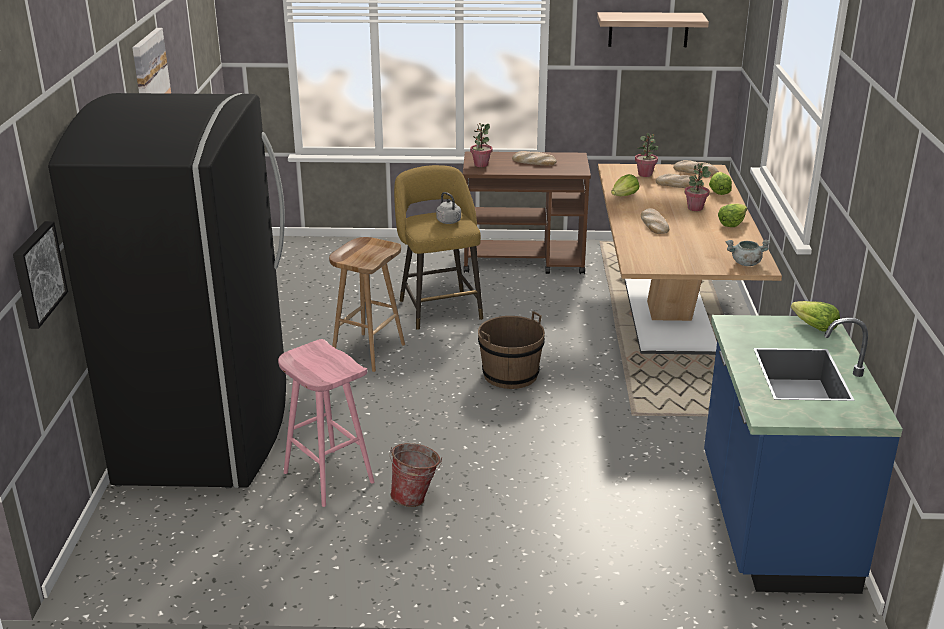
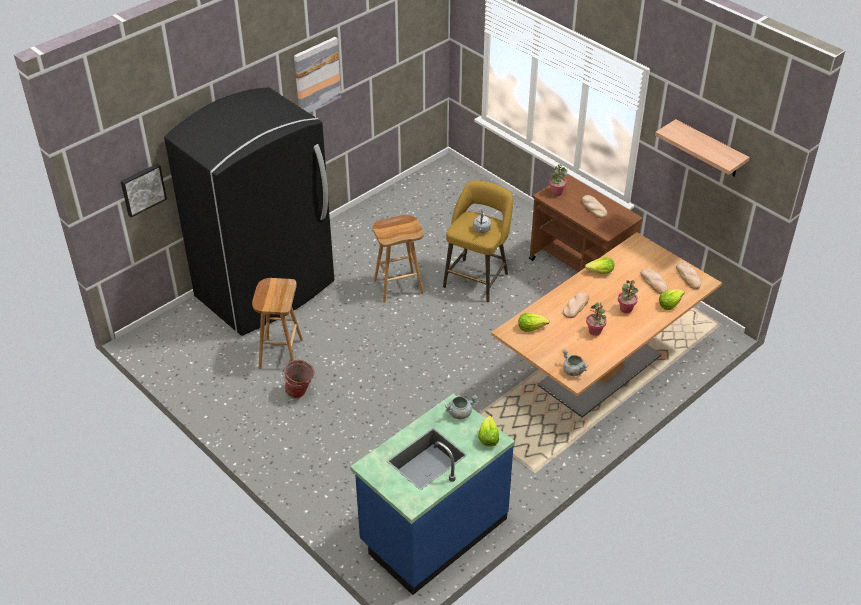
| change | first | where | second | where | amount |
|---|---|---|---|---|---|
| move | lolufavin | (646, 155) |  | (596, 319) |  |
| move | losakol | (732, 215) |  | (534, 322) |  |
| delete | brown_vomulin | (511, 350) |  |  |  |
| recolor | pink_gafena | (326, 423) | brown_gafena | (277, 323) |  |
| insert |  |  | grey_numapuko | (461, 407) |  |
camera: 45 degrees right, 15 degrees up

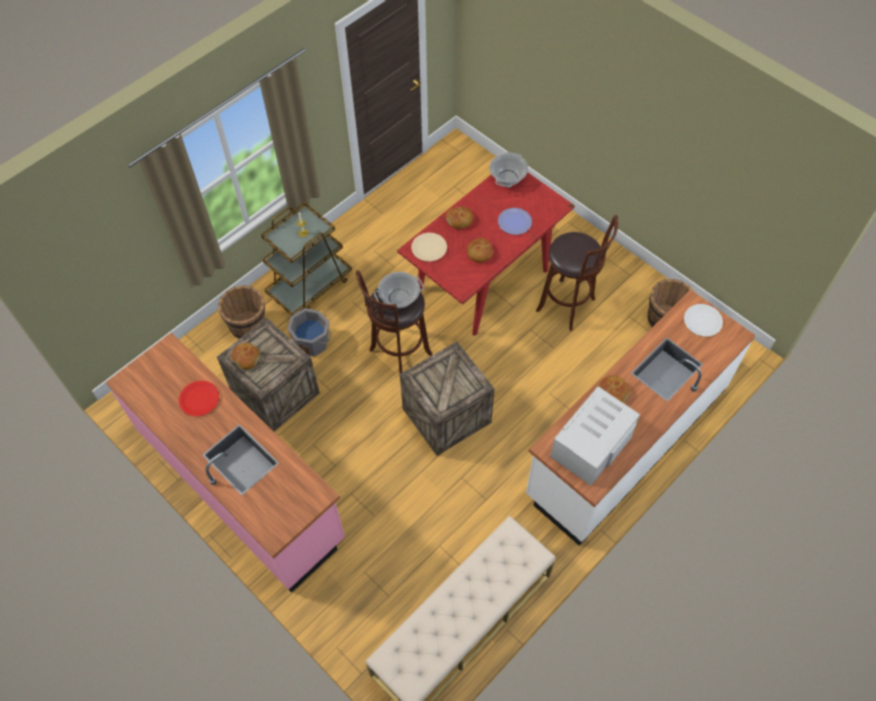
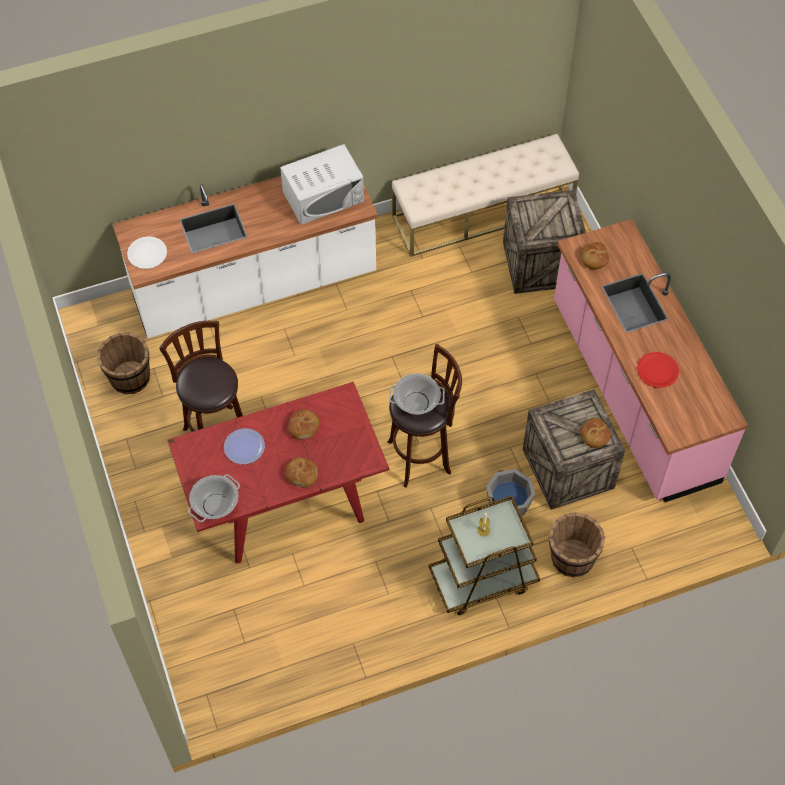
| change | first | where | second | where | amount |
|---|---|---|---|---|---|
| delete | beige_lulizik | (429, 247) |  |  |  |
| move | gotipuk | (447, 398) |  | (544, 242) |  |
| move | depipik | (614, 389) |  | (594, 255) |  |
camera: 155 degrees left, 0 degrees up

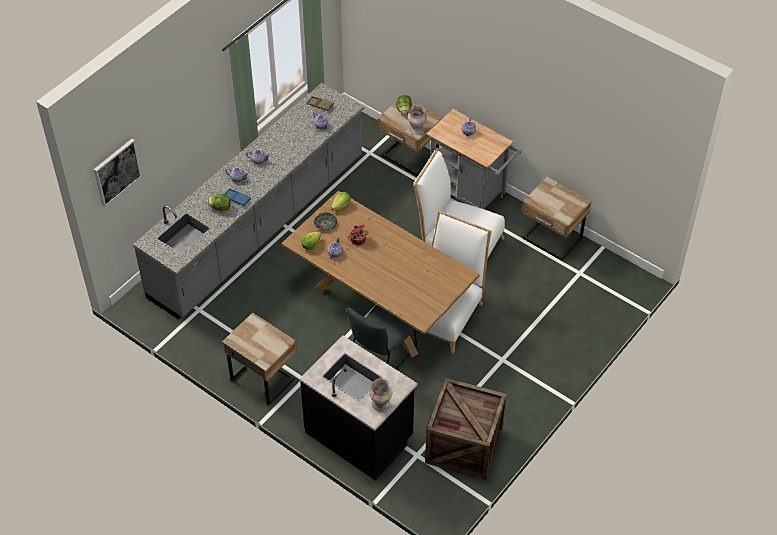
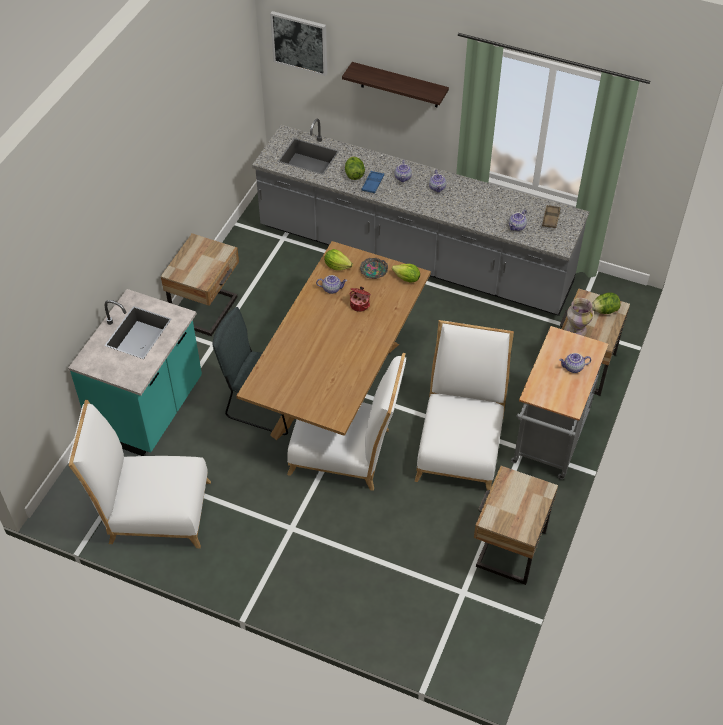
| change | first | where | second | where | amount |
|---|---|---|---|---|---|
| recolor | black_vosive | (358, 408) | turquoise_vosive | (135, 372) |  |
| delete | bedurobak | (380, 395) |  |  |  |
| replace | gotipuk | (466, 429) | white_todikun | (139, 474) |  |
| insert |  |  | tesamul | (395, 84) |  |
camera: 75 degrees right, 0 degrees up

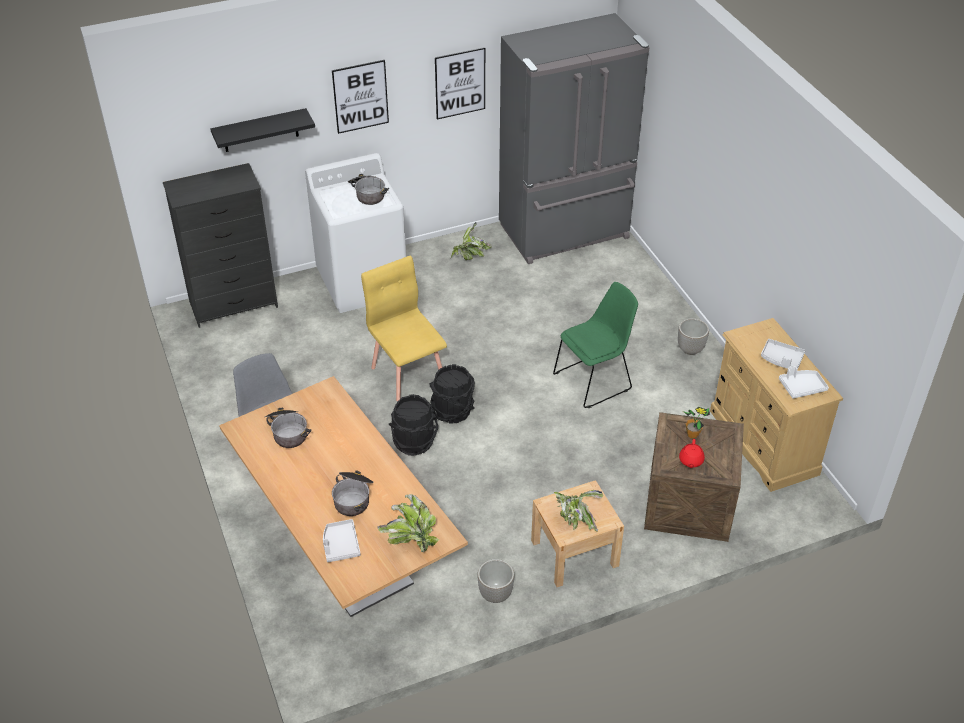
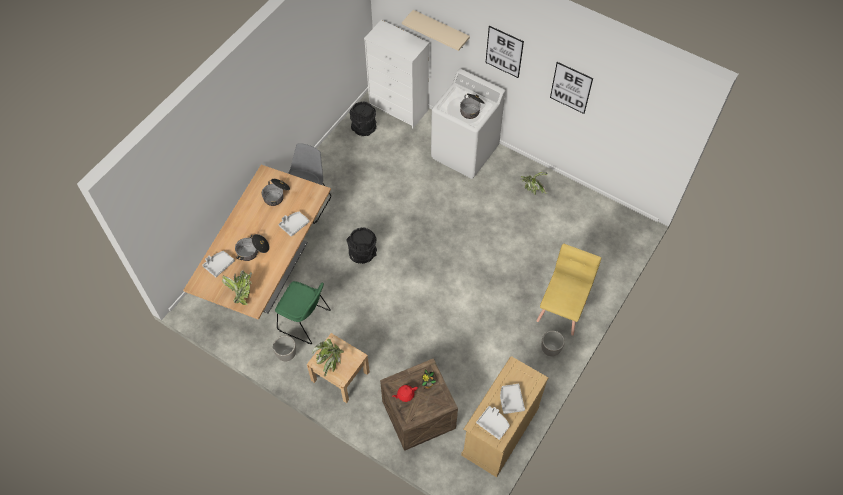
| change | first | where | second | where | amount |
|---|---|---|---|---|---|
| delete | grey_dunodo | (574, 138) |  |  |  |
| recolor | black_tesamul | (262, 130) | beige_tesamul | (436, 30) |  |
| recolor | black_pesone | (220, 245) | white_pesone | (396, 74) |  |
| move | yellow_todikun | (404, 329) |  | (568, 290) |  |
| move | green_todikun | (595, 345) |  | (303, 312) |  |
| move | black_vomulin | (452, 393) |  | (363, 118) |  |
| insert |  |  | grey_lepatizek | (294, 224) |  |
camera: 55 degrees right, 15 degrees up

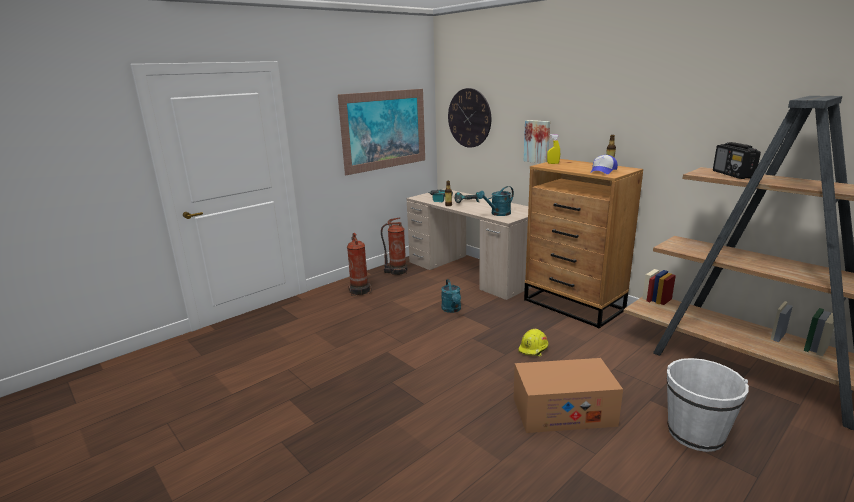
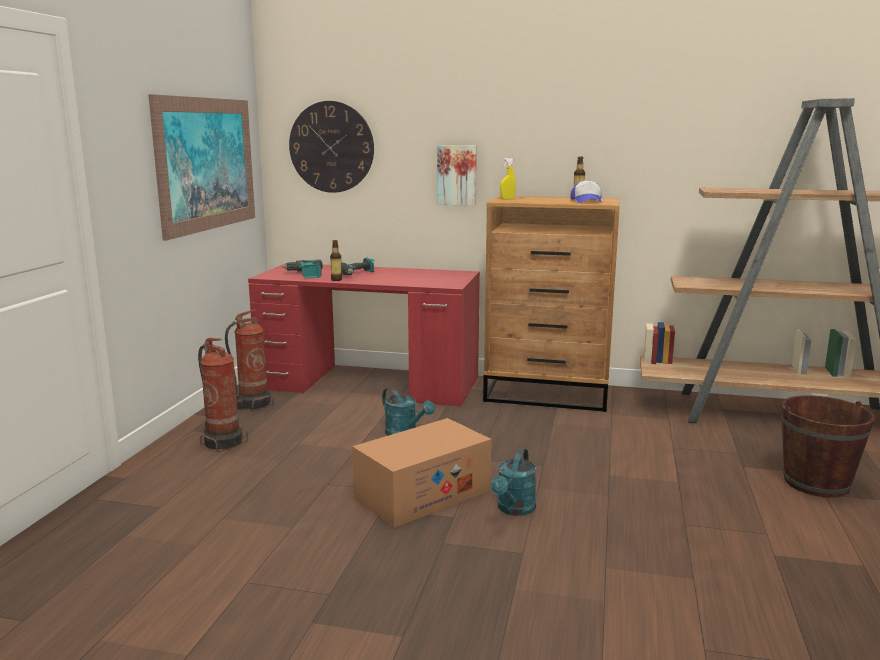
| change | first | where | second | where | amount |
|---|---|---|---|---|---|
| delete | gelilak | (737, 160) |  |  |  |
| move | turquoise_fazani | (496, 201) |  | (513, 482) |  |
| recolor | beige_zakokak | (469, 244) | red_zakokak | (364, 334) |  |
| delete | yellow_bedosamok | (533, 342) |  |  |  |
| move | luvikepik | (568, 395) |  | (422, 473) |  |
| recolor | white_vomulin | (708, 405) | brown_vomulin | (828, 446) |  |
camera: 35 degrees left, 5 degrees down

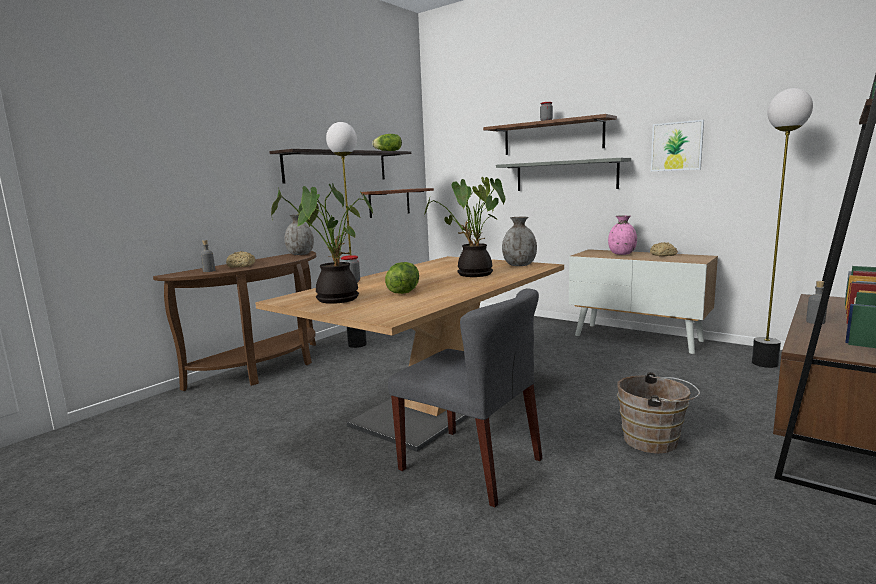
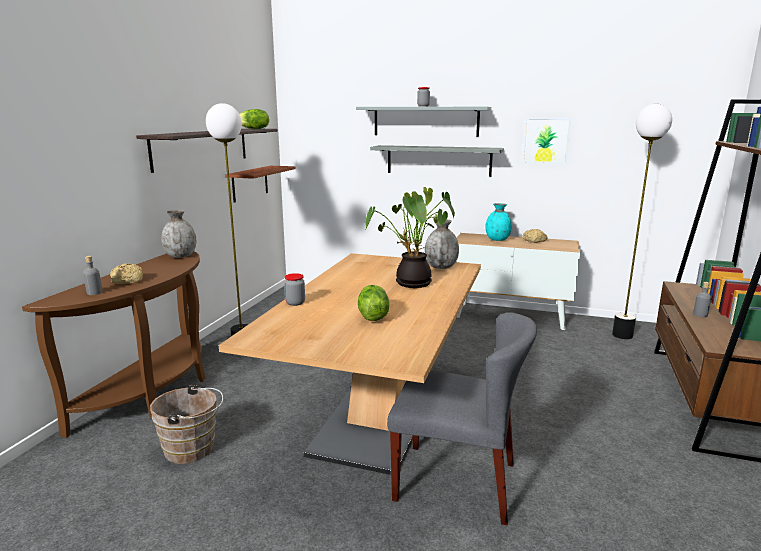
| change | first | where | second | where | amount |
|---|---|---|---|---|---|
| recolor | brown_tesamul | (550, 134) | grey_tesamul | (423, 122) |  |
| delete | lolufavin | (322, 243) |  |  |  |
| recolor | pink_bedurobak | (622, 235) | turquoise_bedurobak | (498, 222) |  |
| move | brown_vomulin | (658, 412) |  | (186, 424) |  |
camera: 20 degrees left, 5 degrees up

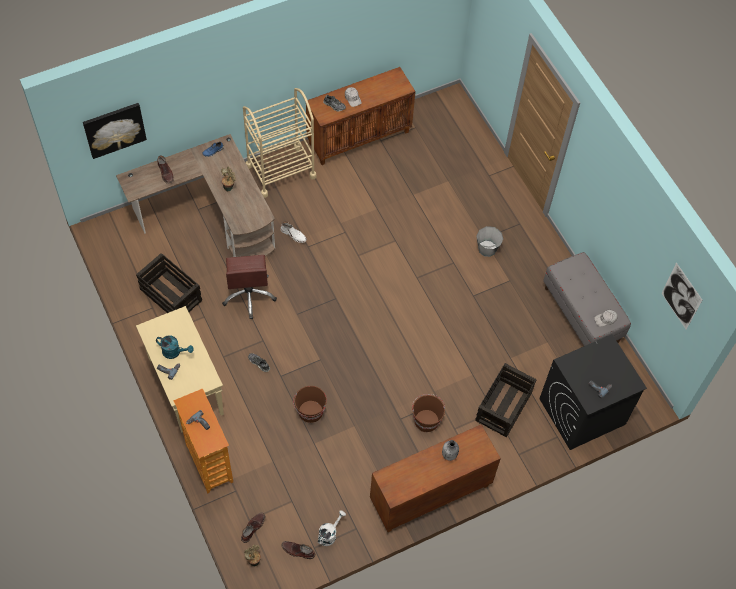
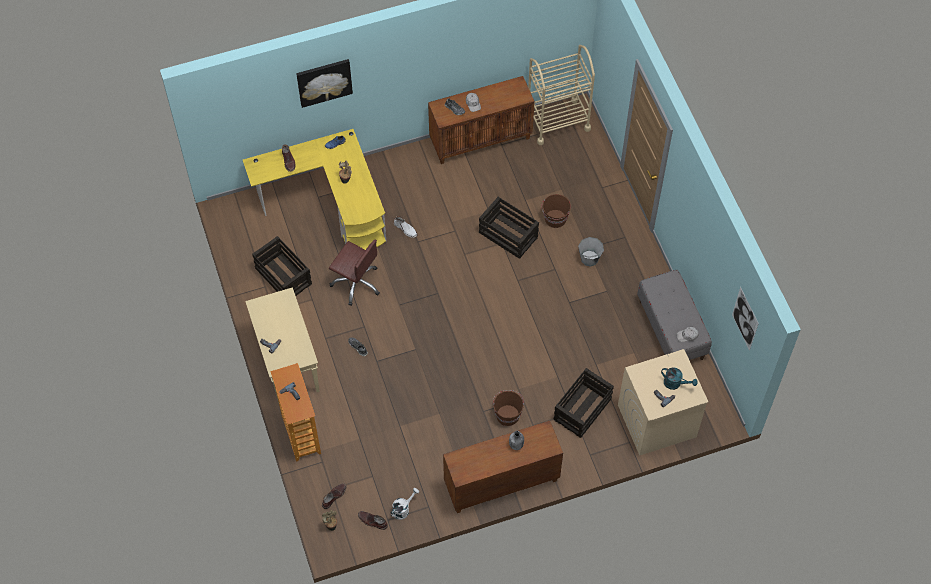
| change | first | where | second | where | amount |
|---|---|---|---|---|---|
| move | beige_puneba | (280, 143) |  | (561, 95) |  |
| move | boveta | (115, 131) |  | (324, 83) |  |
| recolor | brown_zakokak | (195, 195) | yellow_zakokak | (314, 189) |  |
| rotate | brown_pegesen | (249, 287) |  | (354, 273) | 60 degrees counterclockwise |
| recolor | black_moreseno | (593, 392) | beige_moreseno | (663, 402) |  |
| move | turquoise_fazani | (175, 347) |  | (679, 378) |  |
| move | brown_vomulin | (310, 404) |  | (556, 211) |  |
| insert |  |  | gotipuk | (509, 228) |  |
camera: 10 degrees right, 0 degrees up

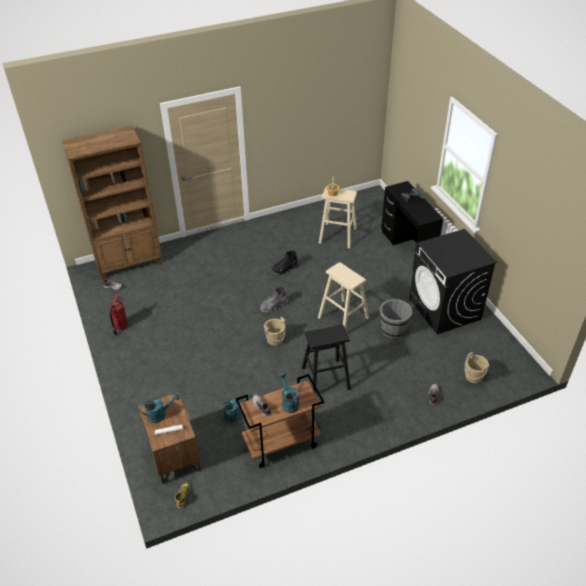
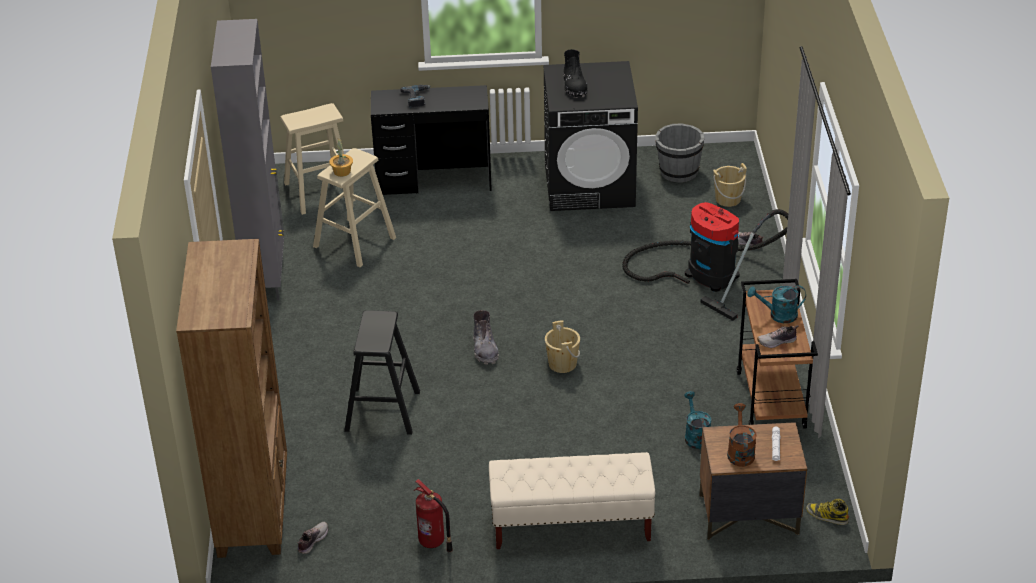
| change | first | where | second | where | amount |
|---|---|---|---|---|---|
| move | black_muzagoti | (285, 263) |  | (575, 73) |  |
| move | beige_gafena | (343, 295) |  | (318, 159) |  |
| move | grey_vomulin | (395, 319) |  | (679, 153) |  |
| move | black_gafena | (326, 359) |  | (382, 372) |  |
| recolor | turquoise_fazani | (159, 408) | brown_fazani | (742, 435) |  |
| insert |  |  | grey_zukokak | (247, 160) |  |
| insert |  |  | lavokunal | (705, 261) |  |
| insert |  |  | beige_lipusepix | (572, 500) |  |
camera: 70 degrees left, 5 degrees down

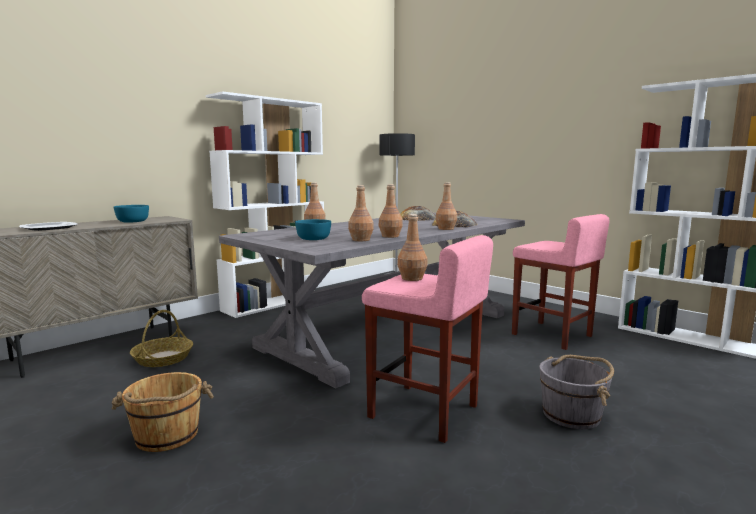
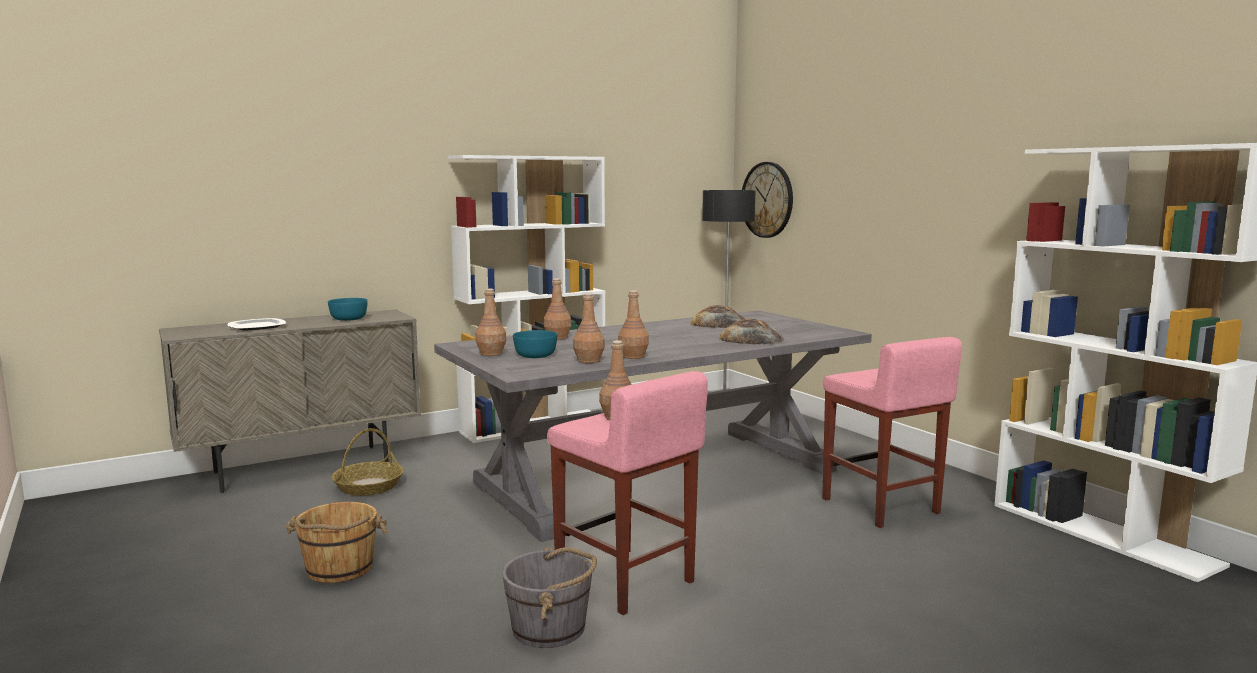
| change | first | where | second | where | amount |
|---|---|---|---|---|---|
| move | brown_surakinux | (446, 206) |  | (490, 322) |  |
| move | grey_vomulin | (576, 392) |  | (549, 597) |  |
| insert |  |  | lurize | (767, 200) |  |
camera: 15 degrees right, 0 degrees up

